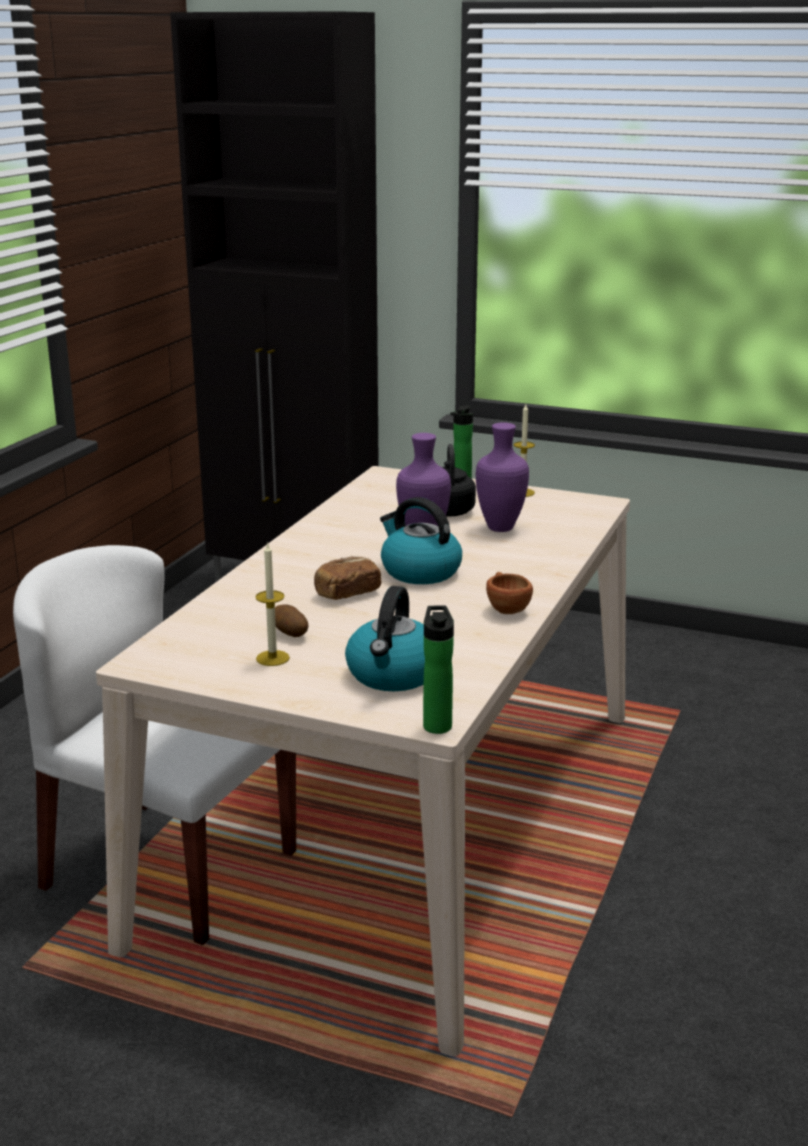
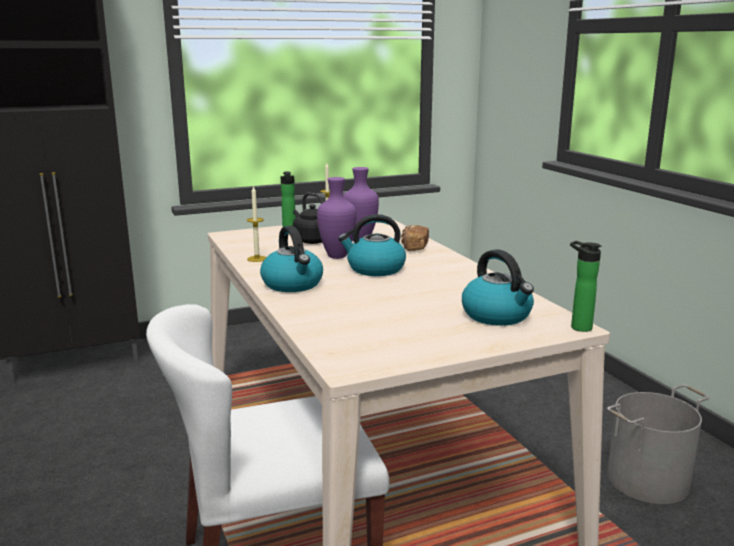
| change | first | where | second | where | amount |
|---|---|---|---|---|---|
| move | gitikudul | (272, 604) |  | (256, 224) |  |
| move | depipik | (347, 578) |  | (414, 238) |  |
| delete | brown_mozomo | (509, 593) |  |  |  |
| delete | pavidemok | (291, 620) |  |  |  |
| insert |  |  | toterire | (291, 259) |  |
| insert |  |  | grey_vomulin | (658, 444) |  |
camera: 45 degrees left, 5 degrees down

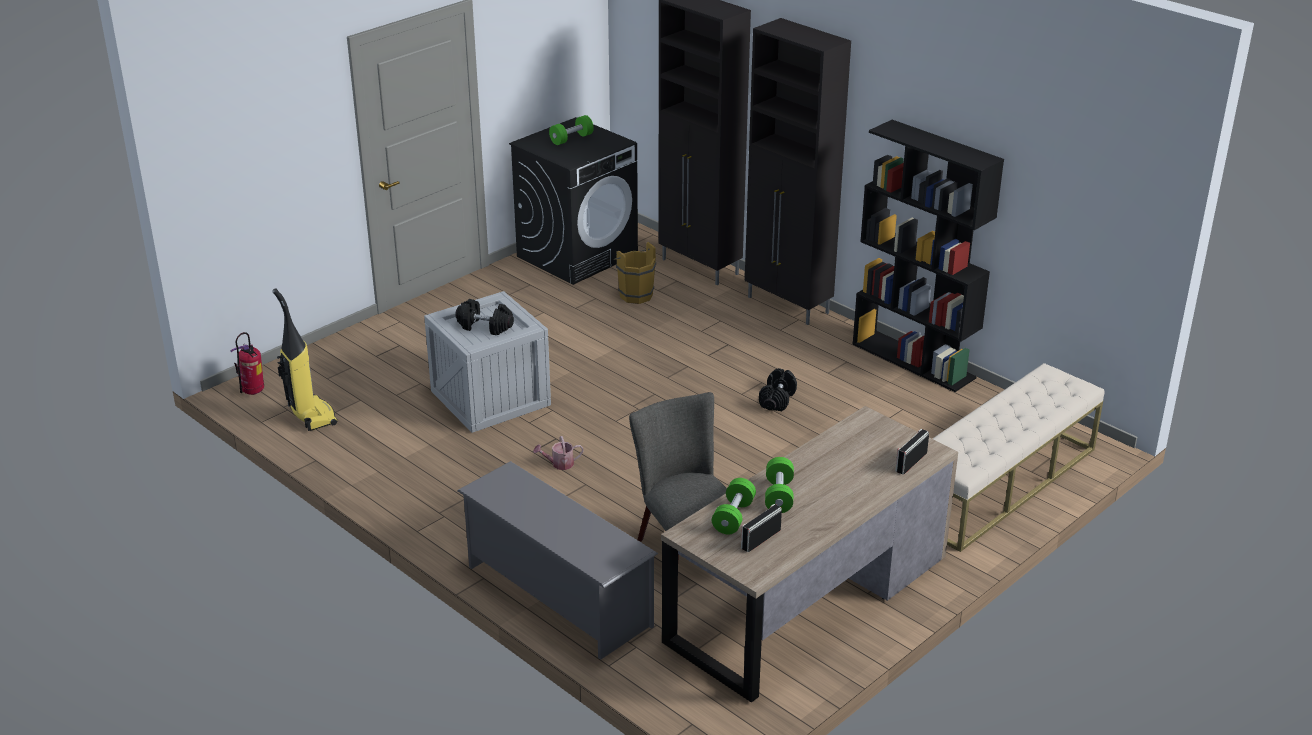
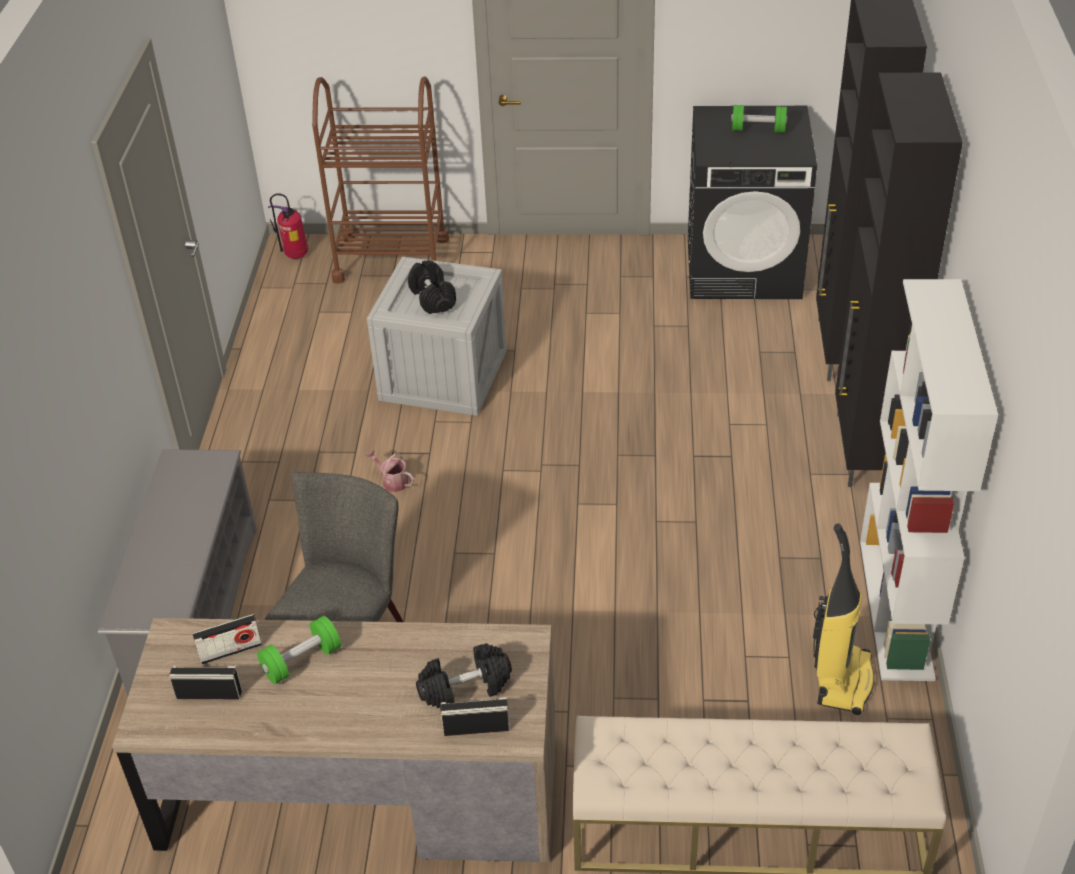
| change | first | where | second | where | amount |
|---|---|---|---|---|---|
| recolor | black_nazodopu | (928, 256) | white_nazodopu | (929, 480) |  |
| delete | brown_vomulin | (635, 273) |  |  |  |
| move | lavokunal | (305, 359) |  | (843, 619) |  |
| move | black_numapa | (778, 389) |  | (464, 676) |  |
| replace | green_numapa | (734, 506) | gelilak | (227, 639) |  |
| insert |  |  | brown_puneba | (380, 180) |  |
camera: 50 degrees right, 10 degrees up

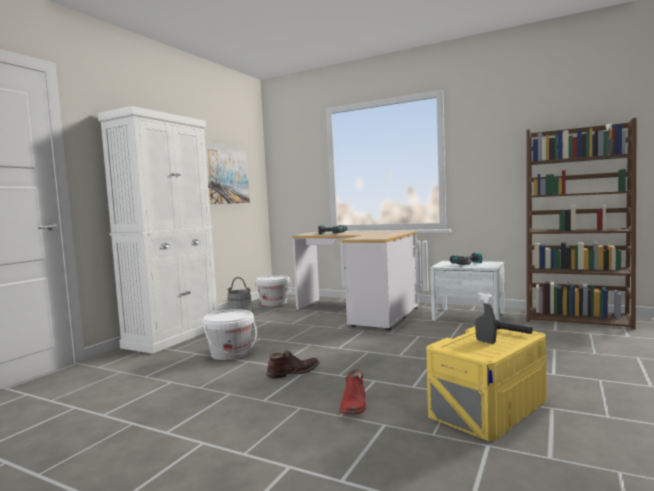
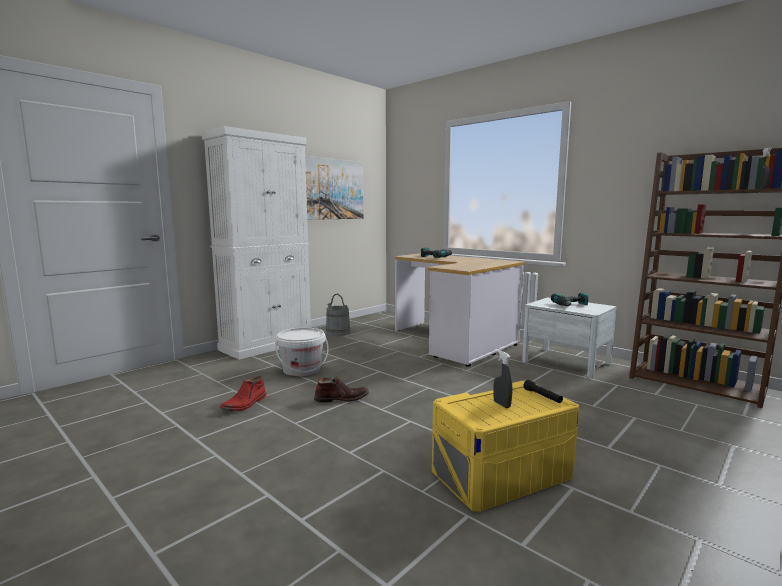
| change | first | where | second | where | amount |
|---|---|---|---|---|---|
| delete | white_vomulin | (272, 291) |  |  |  |
| move | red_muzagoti | (352, 392) |  | (243, 393) |  |
camera: 15 degrees right, 5 degrees up

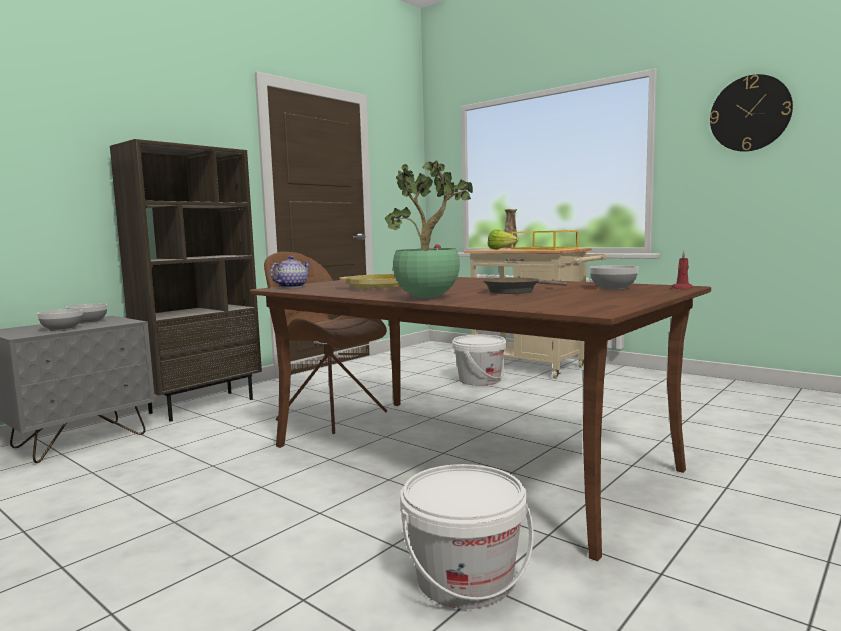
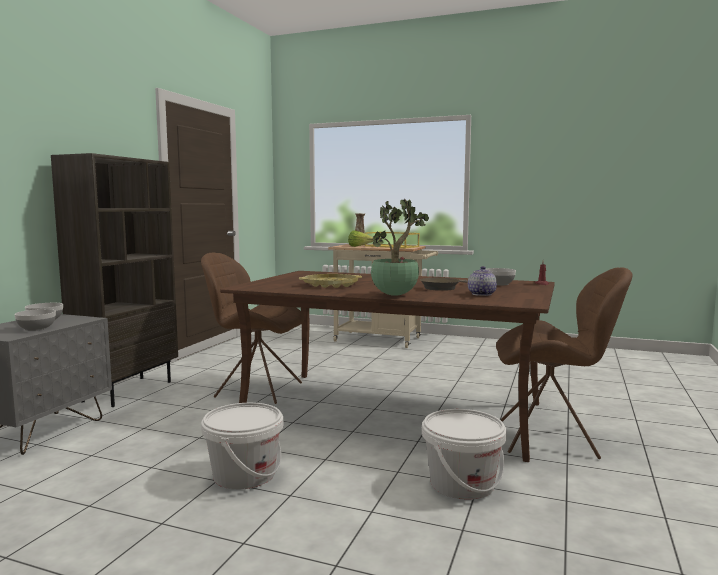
| change | first | where | second | where | amount |
|---|---|---|---|---|---|
| delete | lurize | (751, 113) |  |  |  |
| move | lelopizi | (290, 272) |  | (482, 281) |  |
| move | white_vomulin | (479, 360) |  | (242, 446) |  |
| insert |  |  | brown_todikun | (564, 363) |  |
camera: 20 degrees left, 0 degrees up

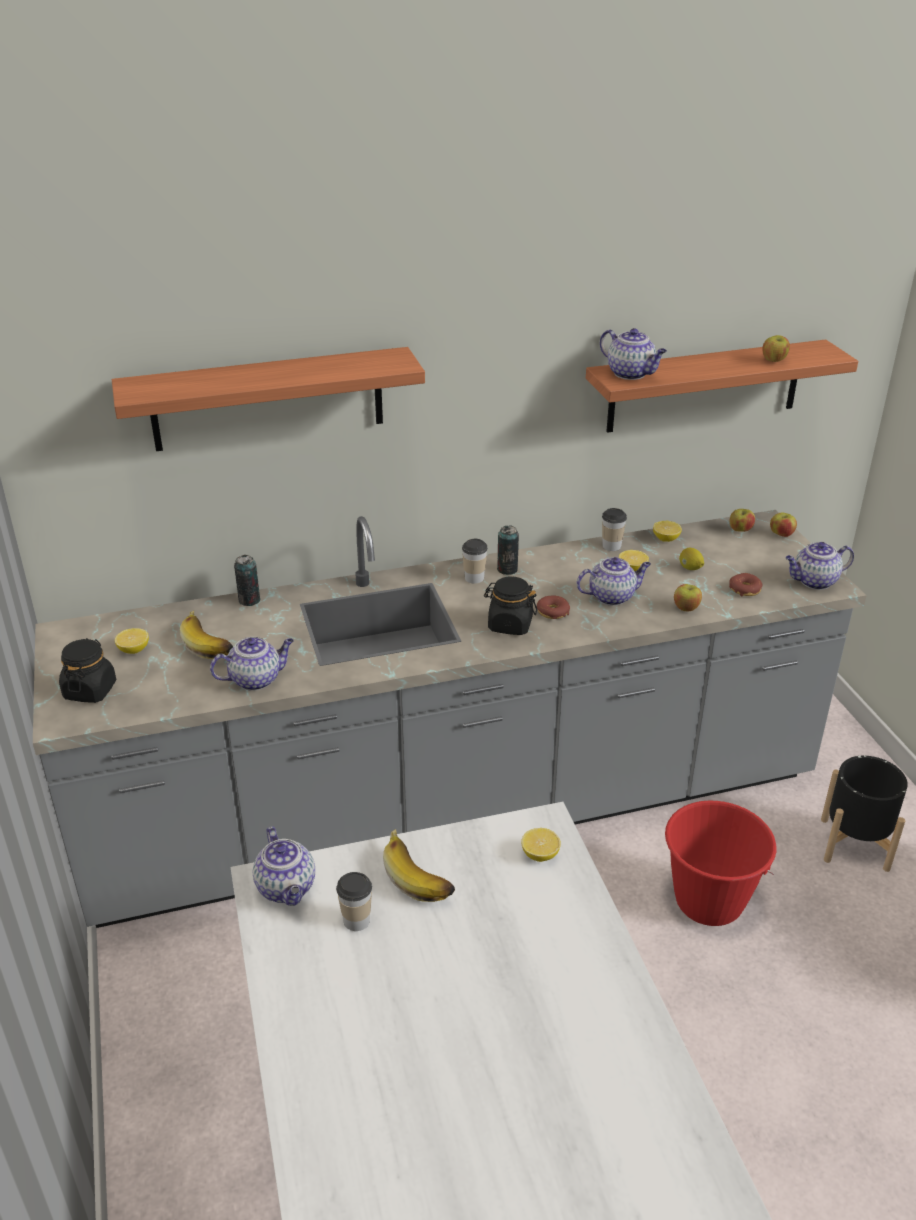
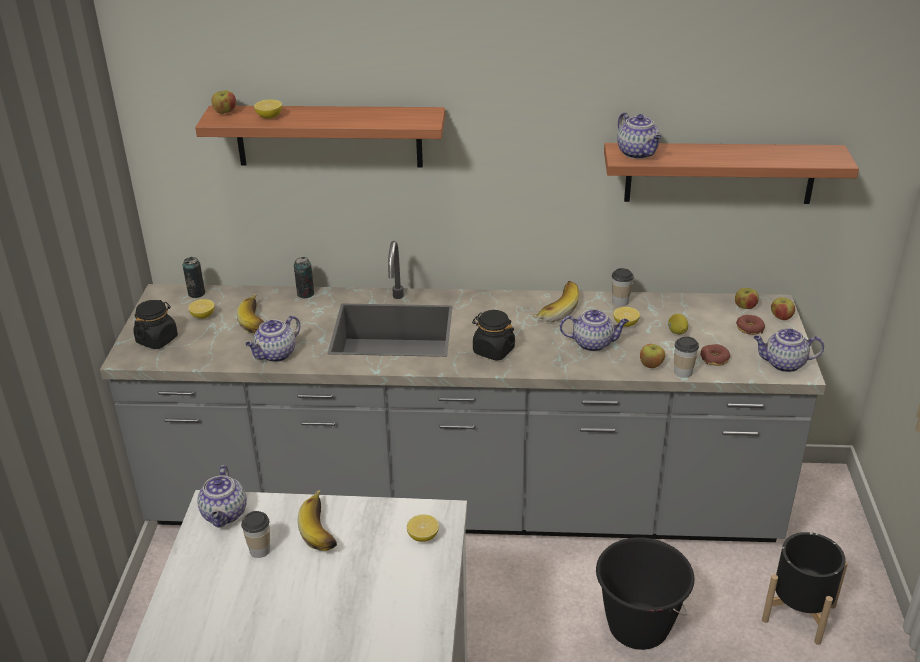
| change | first | where | second | where | amount |
|---|---|---|---|---|---|
| move | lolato | (776, 348) |  | (224, 102) |  |
| move | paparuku | (667, 531) |  | (268, 109) |  |
| move | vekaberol | (508, 550) |  | (194, 277) |  |
| move | mozomo | (475, 561) |  | (686, 357) |  |
| move | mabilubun | (553, 607) |  | (750, 325) |  |
| rotate | lelopizi | (252, 664) |  | (273, 338) | 135 degrees clockwise |
| recolor | red_vomulin | (720, 863) | black_vomulin | (645, 593) |  |
| insert |  |  | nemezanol | (556, 301) |  |
camera: 20 degrees right, 0 degrees up

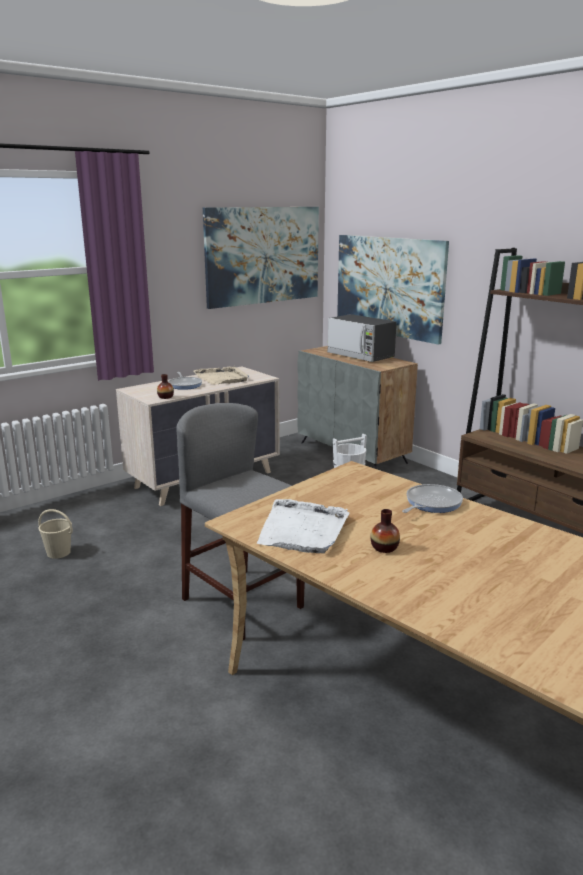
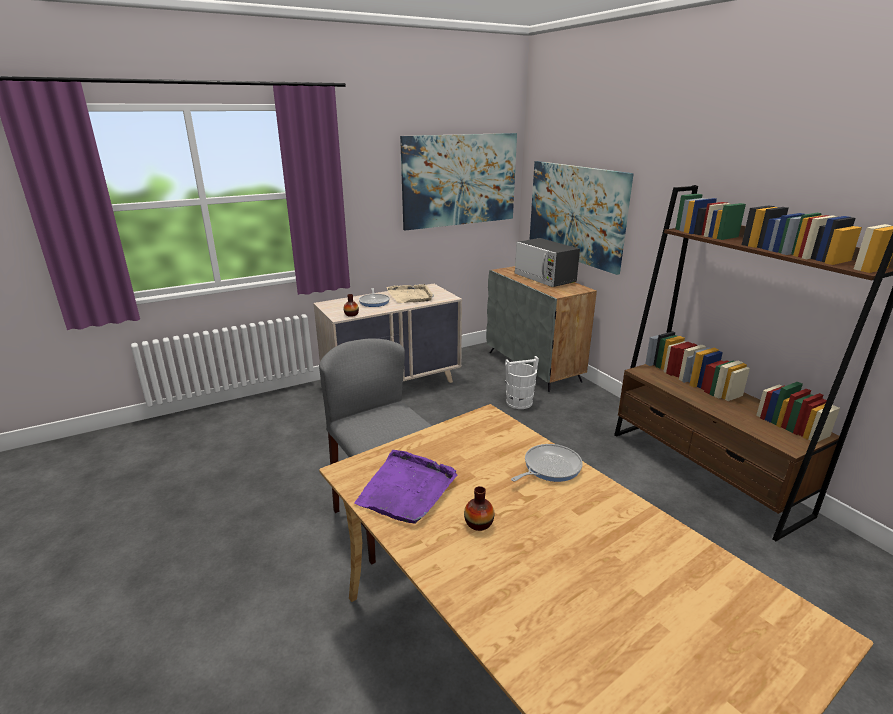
| change | first | where | second | where | amount |
|---|---|---|---|---|---|
| recolor | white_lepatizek | (303, 526) | purple_lepatizek | (405, 487) |  |
| delete | beige_vomulin | (55, 534) |  |  |  |
camera: 10 degrees right, 5 degrees up

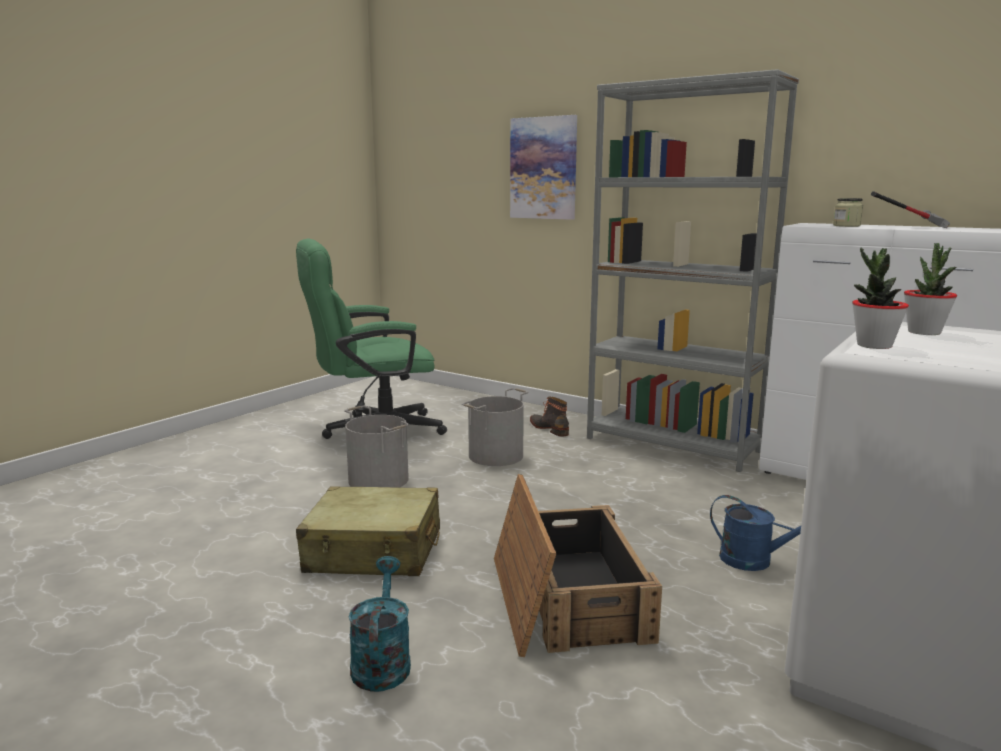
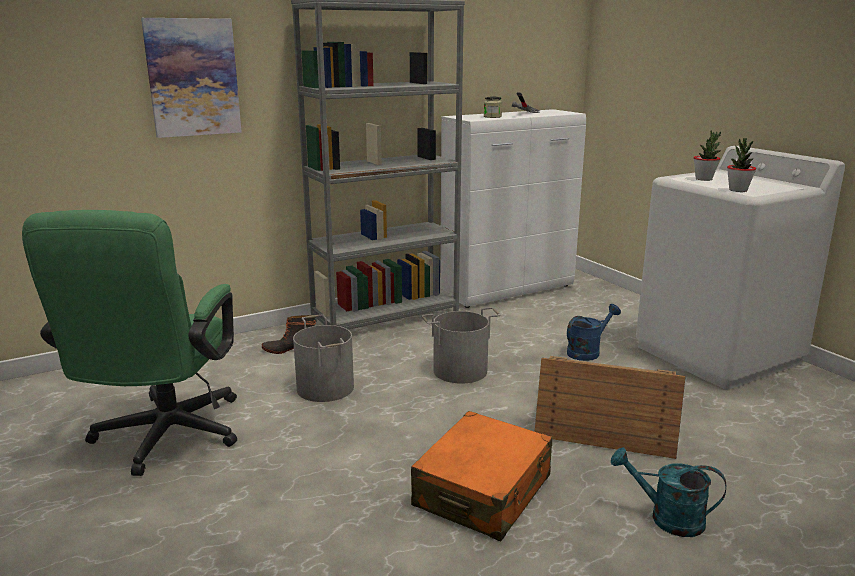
| change | first | where | second | where | amount |
|---|---|---|---|---|---|
| move | grey_vomulin | (376, 446) |  | (461, 345) |  |
| recolor | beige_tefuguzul | (368, 531) | orange_tefuguzul | (482, 476) |  |
camera: 65 degrees left, 5 degrees up

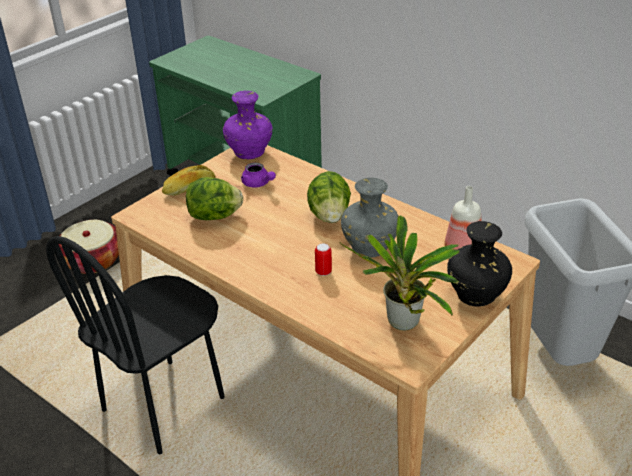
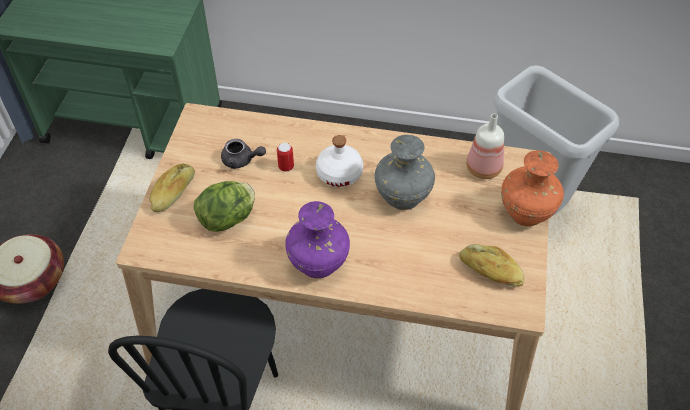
| change | first | where | second | where | amount |
|---|---|---|---|---|---|
| move | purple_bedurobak | (247, 124) |  | (317, 239) |  |
| recolor | purple_lelopizi | (258, 175) | grey_lelopizi | (243, 154) |  |
| replace | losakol | (329, 197) | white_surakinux | (339, 161) |  |
| replace | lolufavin | (399, 272) | depipik | (491, 265) |  |
| recolor | black_bedurobak | (479, 264) | orange_bedurobak | (532, 188) |  |
| move | vekaberol | (323, 260) |  | (285, 157) |  |
camera: 30 degrees left, 15 degrees up

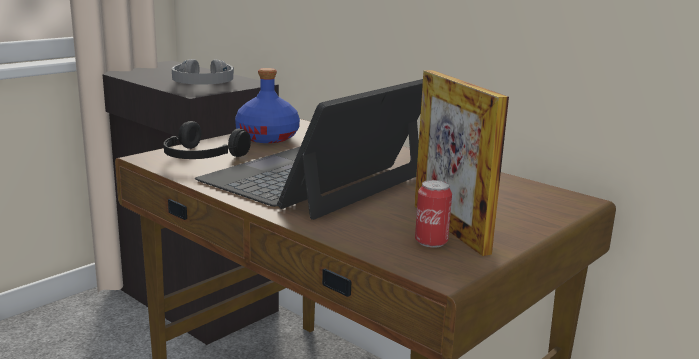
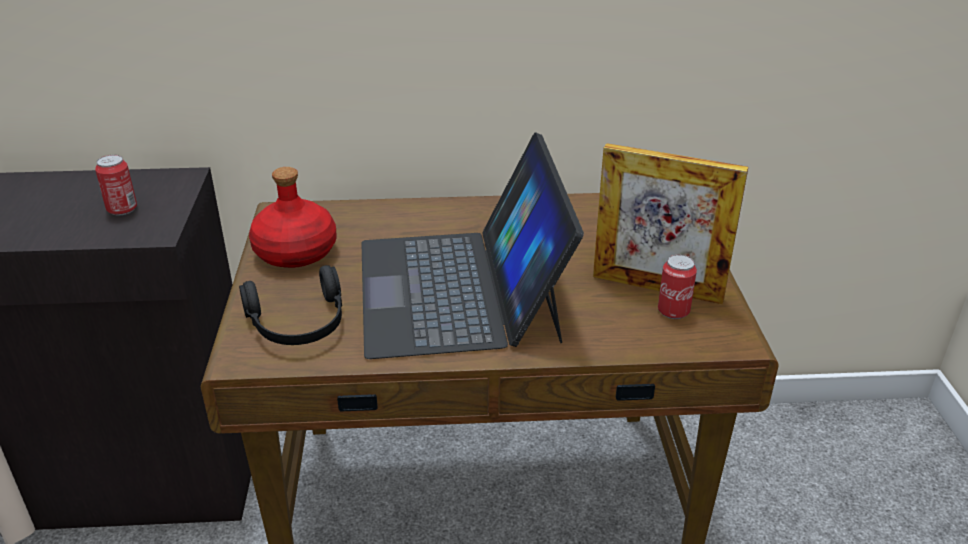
| change | first | where | second | where | amount |
|---|---|---|---|---|---|
| replace | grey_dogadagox | (203, 72) | vekaberol | (116, 185) |  |
| recolor | blue_surakinux | (267, 105) | red_surakinux | (293, 217) |  |
camera: 45 degrees left, 15 degrees up

